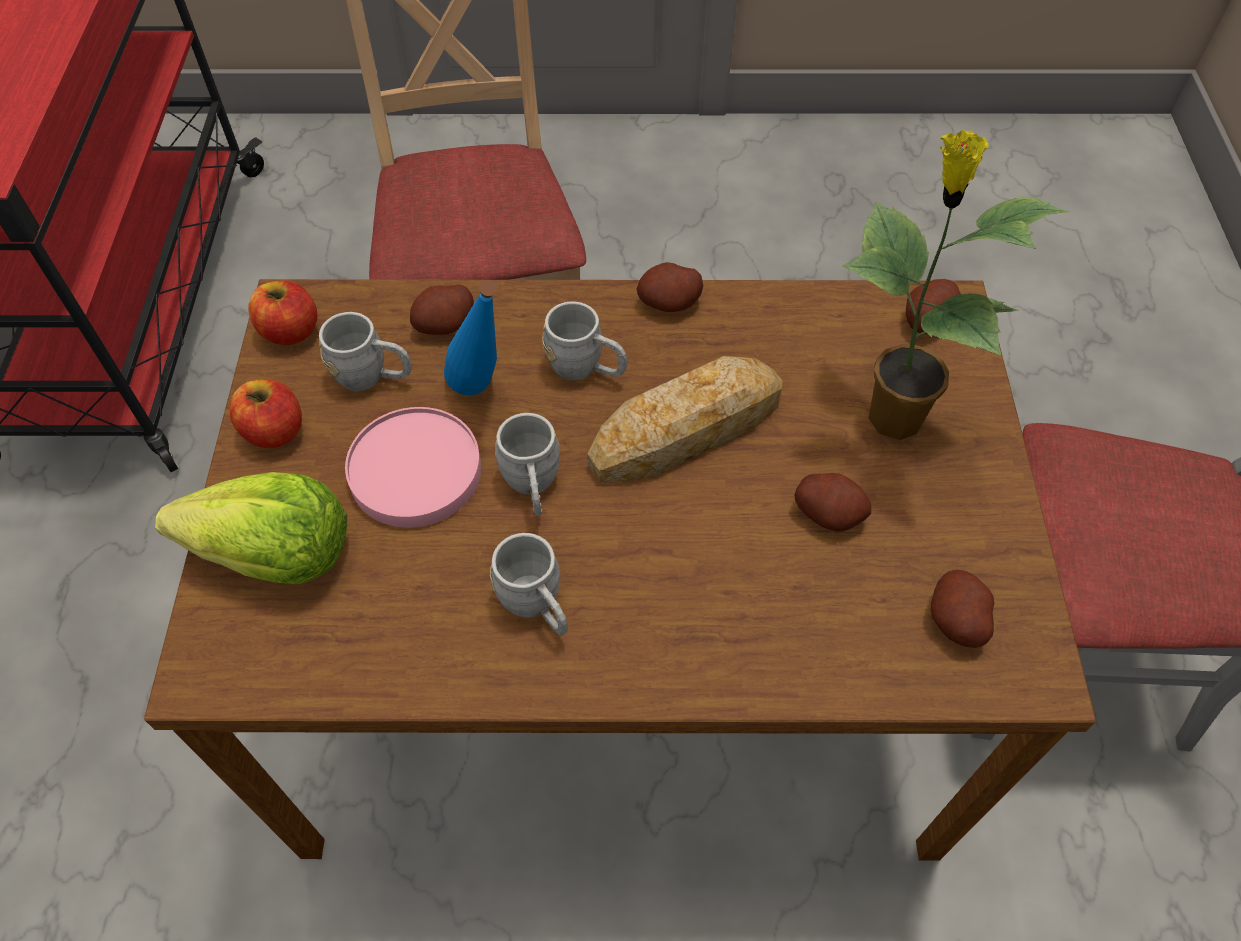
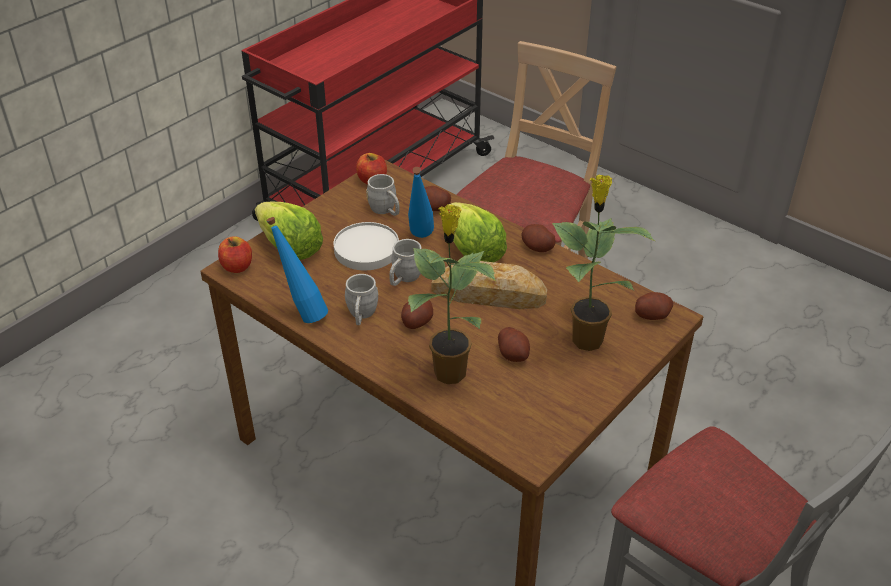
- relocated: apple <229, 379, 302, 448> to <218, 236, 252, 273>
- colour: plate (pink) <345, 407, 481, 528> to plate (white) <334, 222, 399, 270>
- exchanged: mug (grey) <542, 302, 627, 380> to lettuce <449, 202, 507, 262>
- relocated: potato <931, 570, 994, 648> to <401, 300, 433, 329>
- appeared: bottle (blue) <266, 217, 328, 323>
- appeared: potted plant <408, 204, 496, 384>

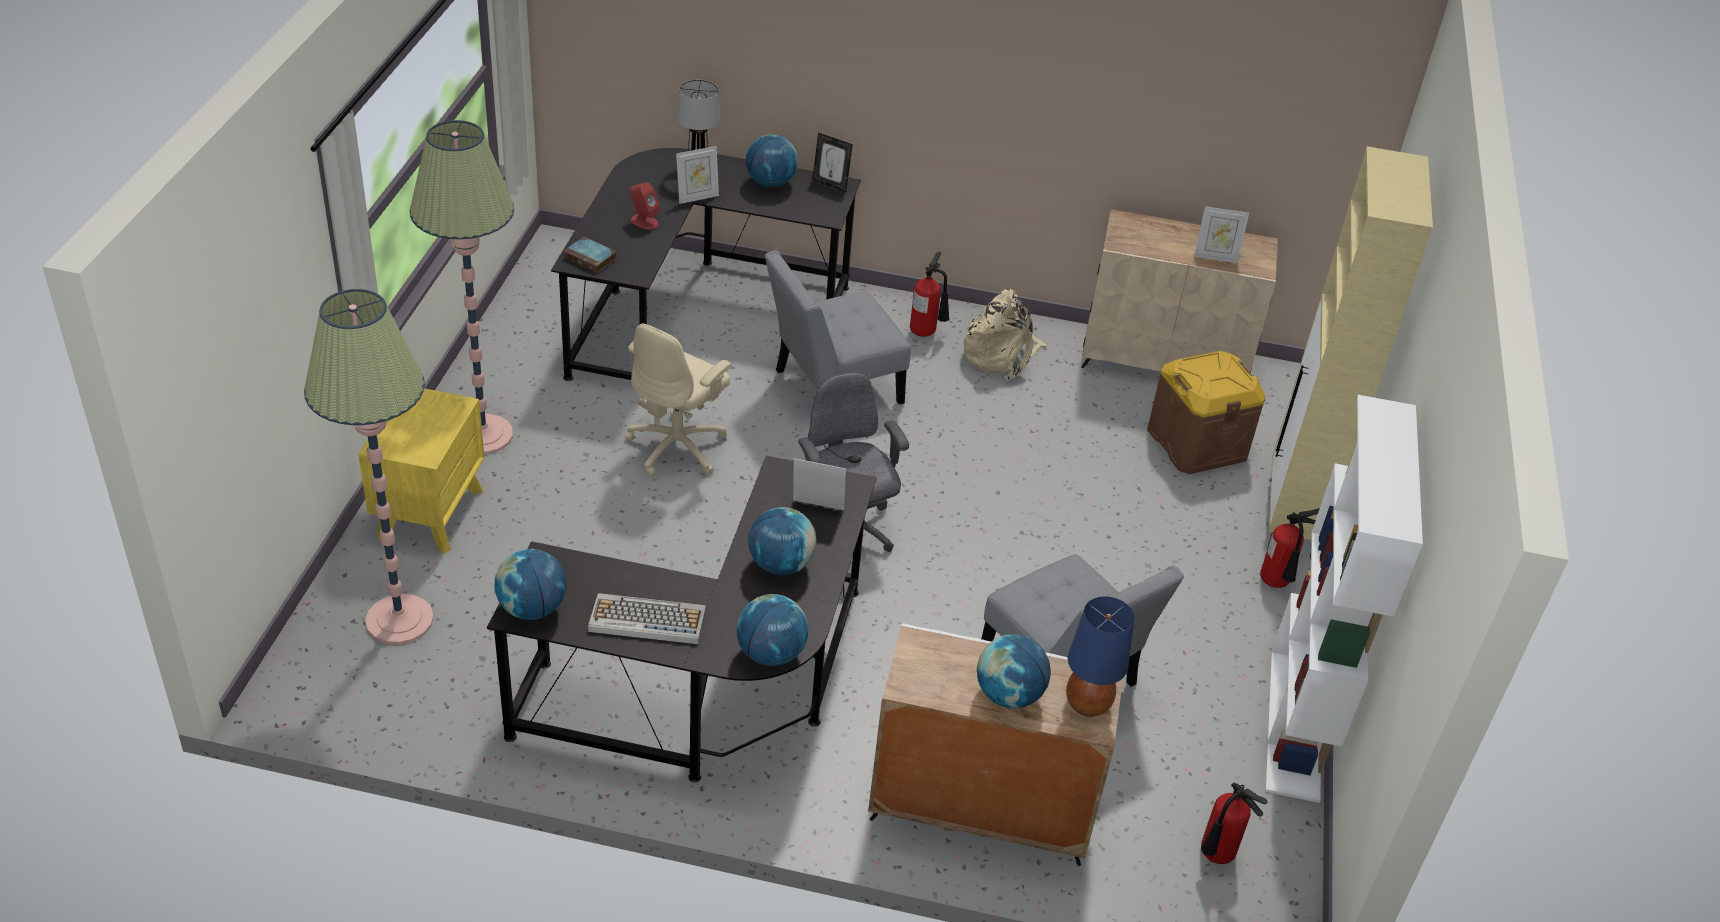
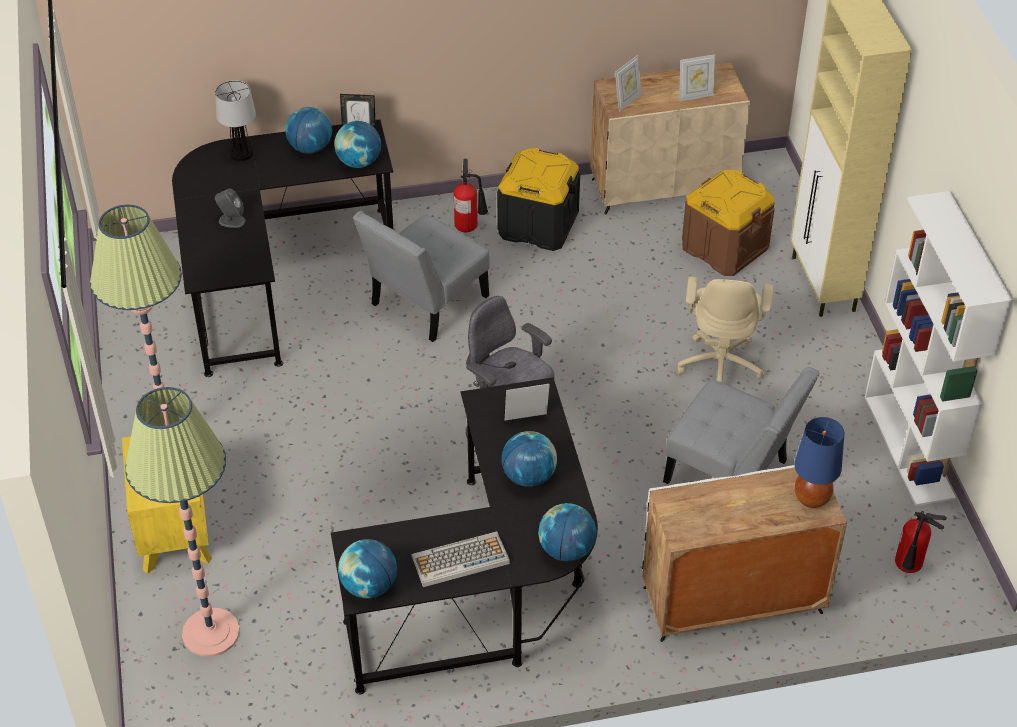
- missing: book <563, 237, 617, 273>
- relocated: office chair (beige) <625, 324, 732, 477> to <677, 277, 773, 383>
- colour: speaker (red) <630, 182, 660, 230> to speaker (grey) <215, 189, 245, 228>
- relocated: picture frame <676, 146, 719, 204> to <615, 55, 642, 112>
- exchanged: backpack (beige) <964, 289, 1048, 380> to storage box (black) <497, 148, 580, 251>
- relocated: globe <977, 634, 1051, 709> to <334, 121, 381, 168>
- missing: fire extinguisher <1260, 508, 1320, 588>

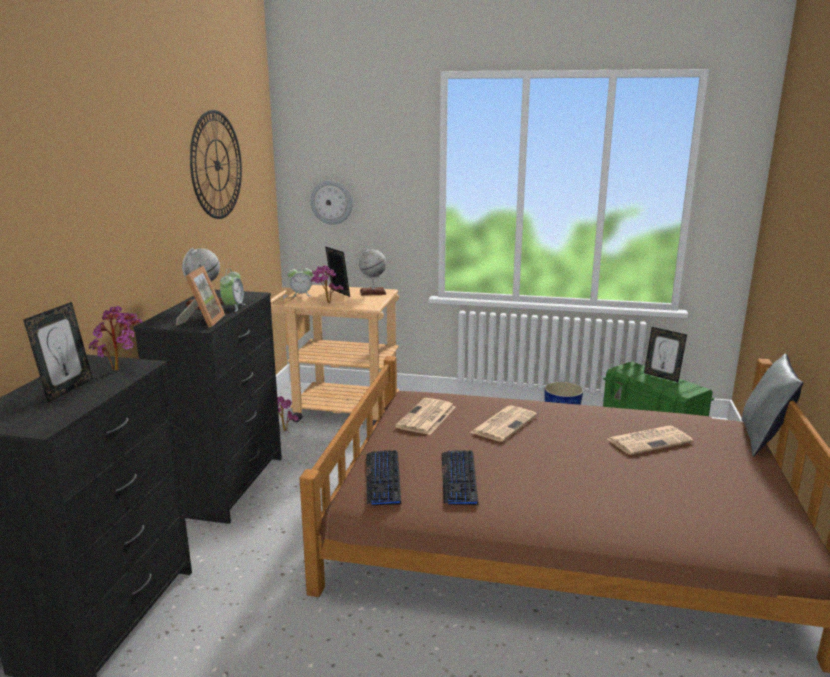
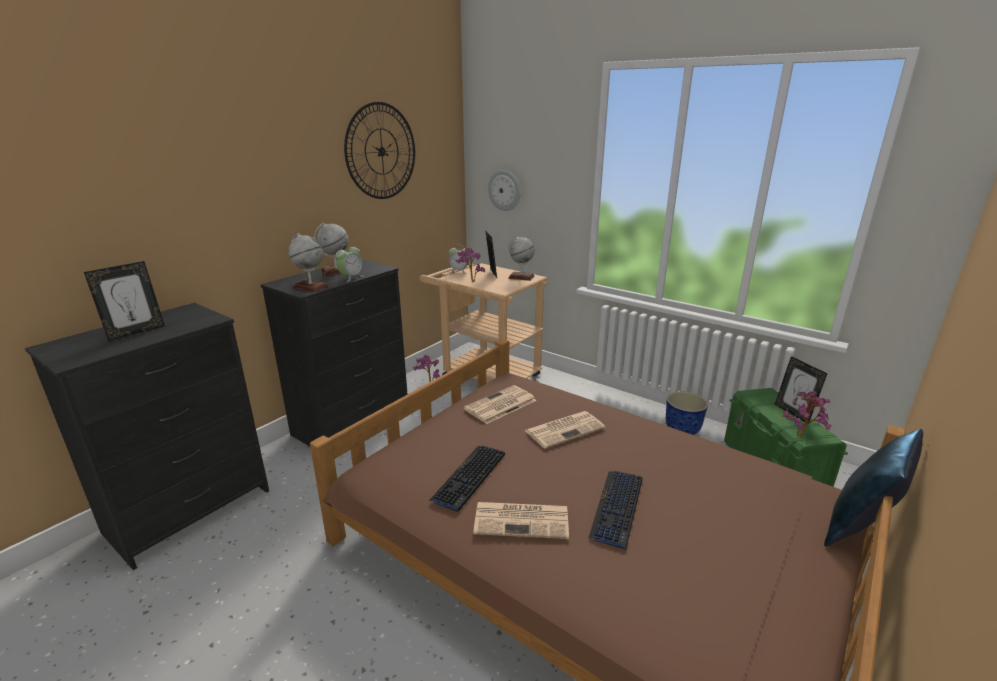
- relocated: potted plant <89, 306, 142, 371> to <782, 391, 831, 437>
- exchanged: picture frame <176, 266, 225, 328> to globe <288, 233, 330, 293>
- relocated: keyboard <366, 450, 401, 505> to <589, 471, 642, 550>
- relocated: newspaper <608, 426, 693, 455> to <473, 502, 569, 539>
- colour: pillow (grey) <741, 353, 803, 456> to pillow (blue) <824, 429, 923, 547>

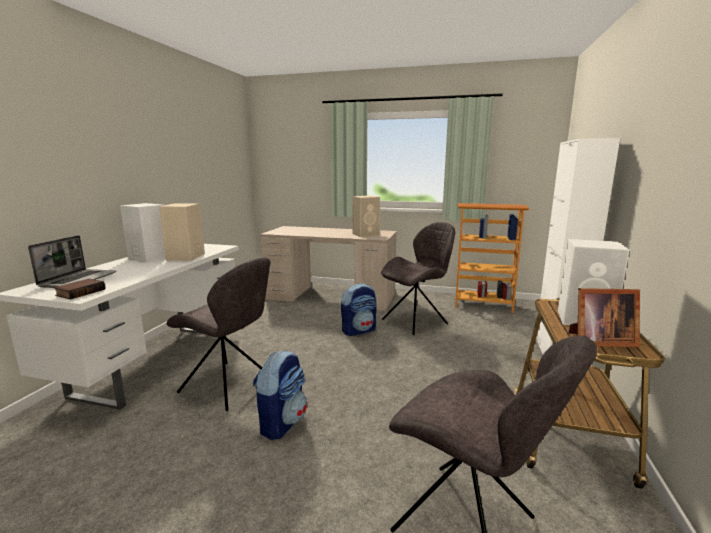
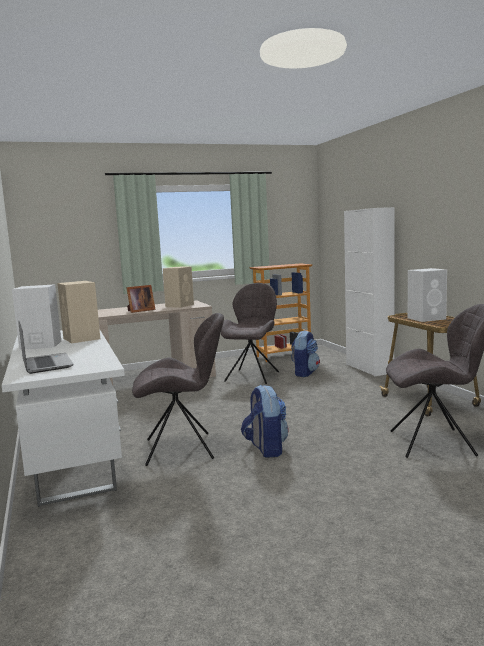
- missing: book <54, 279, 105, 299>
- relocated: backpack <341, 283, 377, 336> to <291, 330, 320, 377>
- relocated: picture frame <569, 288, 640, 348> to <127, 285, 156, 313>

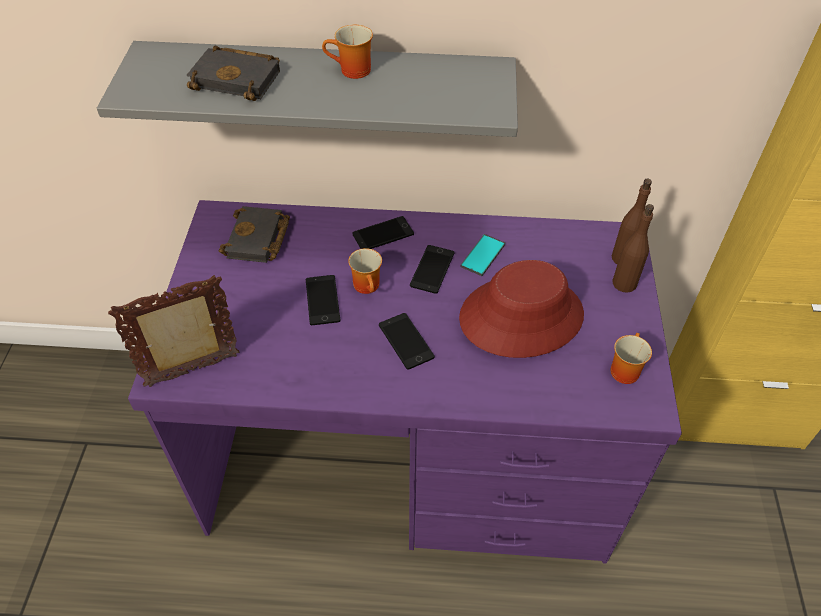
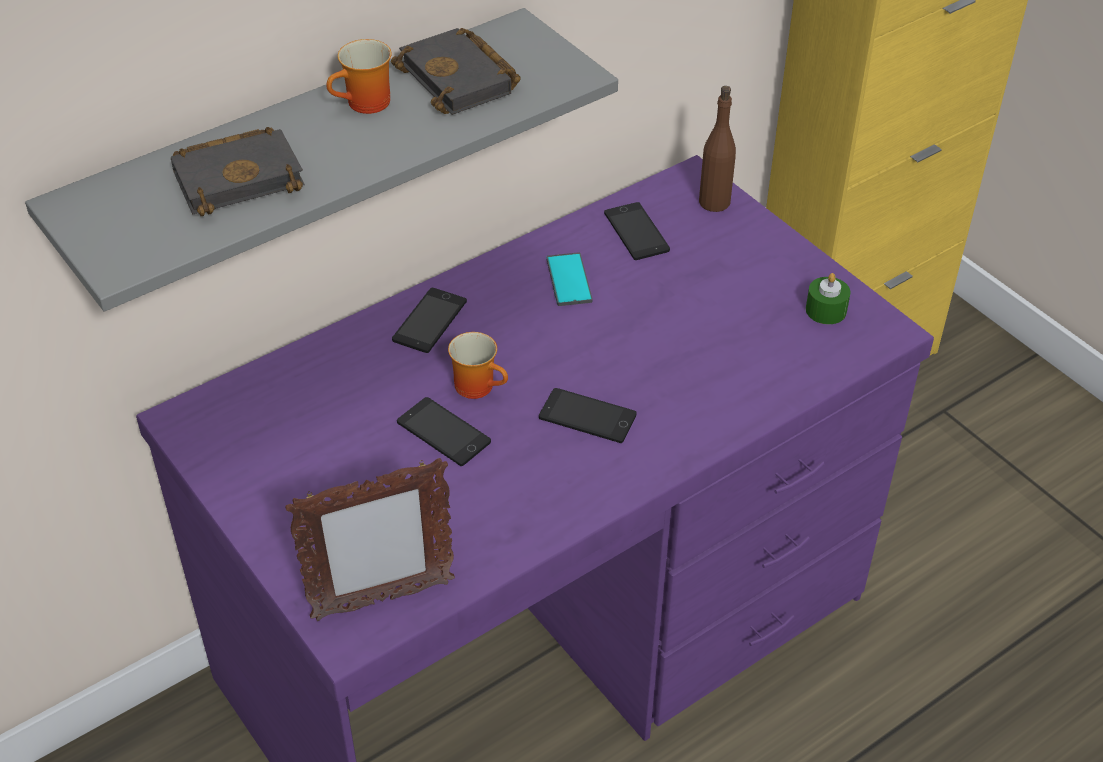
- spun: picture frame <108, 275, 239, 387> = <285, 458, 455, 621> 135 degrees counterclockwise
- relocated: book (black) <219, 206, 290, 263> to <391, 28, 521, 115>
- relocated: phone <410, 245, 455, 294> to <604, 202, 670, 260>
- missing: hat (red) <459, 260, 584, 358>
- exchanged: mug <611, 333, 652, 384> to candle (green) <806, 273, 850, 324>
- missing: bottle (brown) <612, 204, 654, 293>

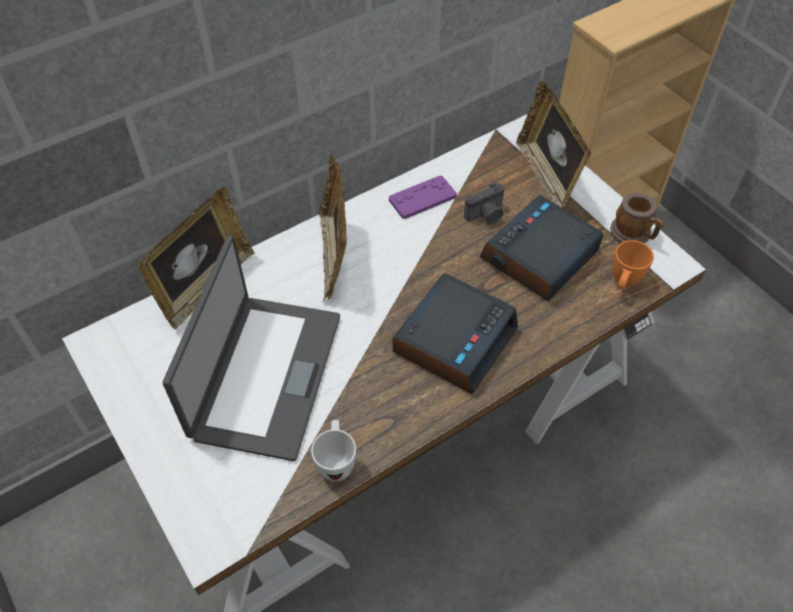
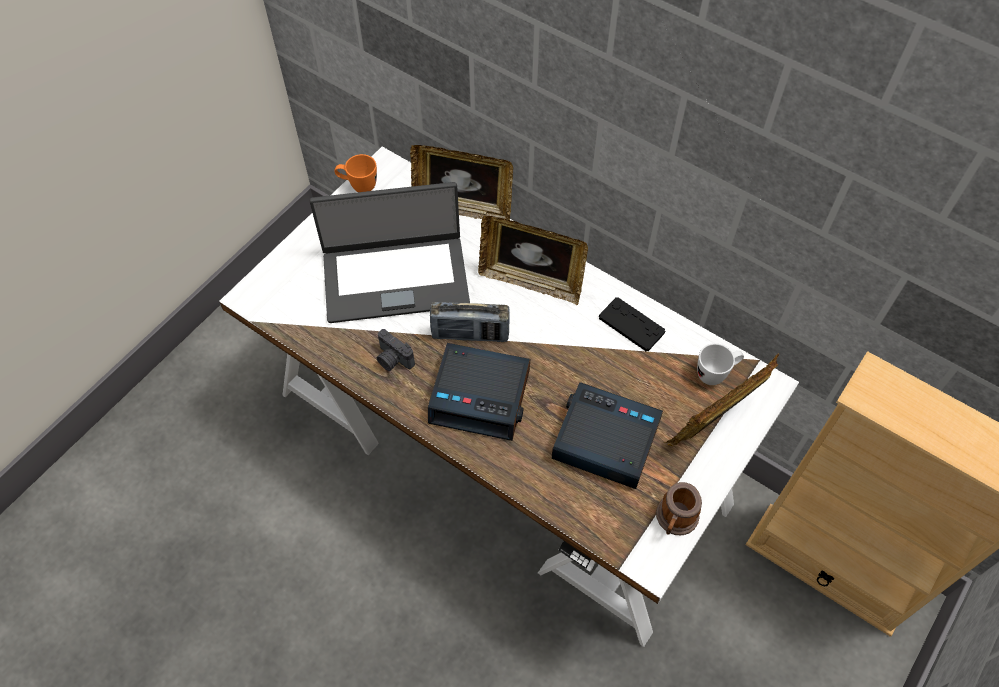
- relocated: mug (white) <311, 420, 356, 481> to <697, 343, 744, 385>
- spun: picture frame <319, 155, 347, 302> = <478, 215, 588, 305> 135 degrees counterclockwise
- colour: game controller (purple) <389, 176, 457, 219> to game controller (black) <599, 298, 665, 351>
- relocated: photo camera <464, 183, 504, 224> to <377, 329, 415, 371>
- relocated: mug (orange) <613, 240, 654, 290> to <334, 154, 377, 192>
- appeared: radio <430, 302, 510, 342>

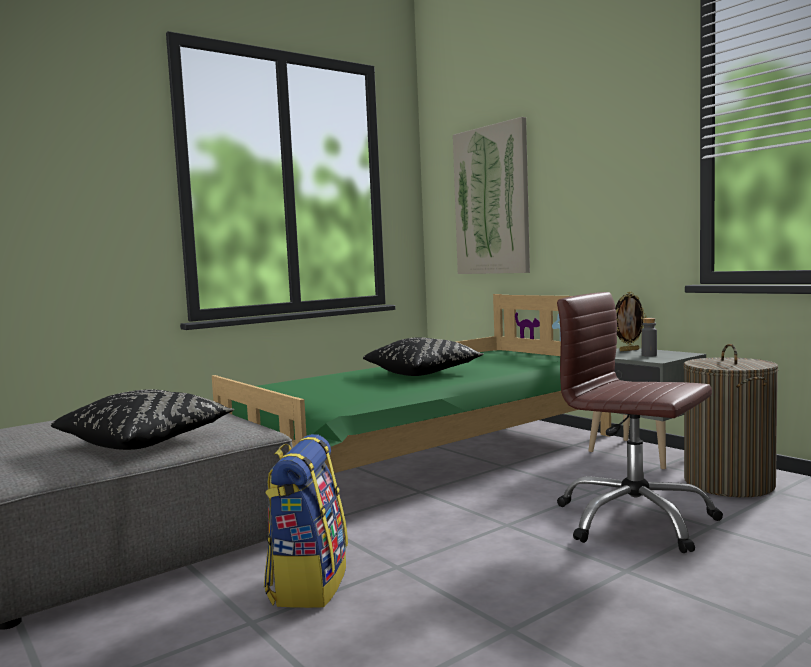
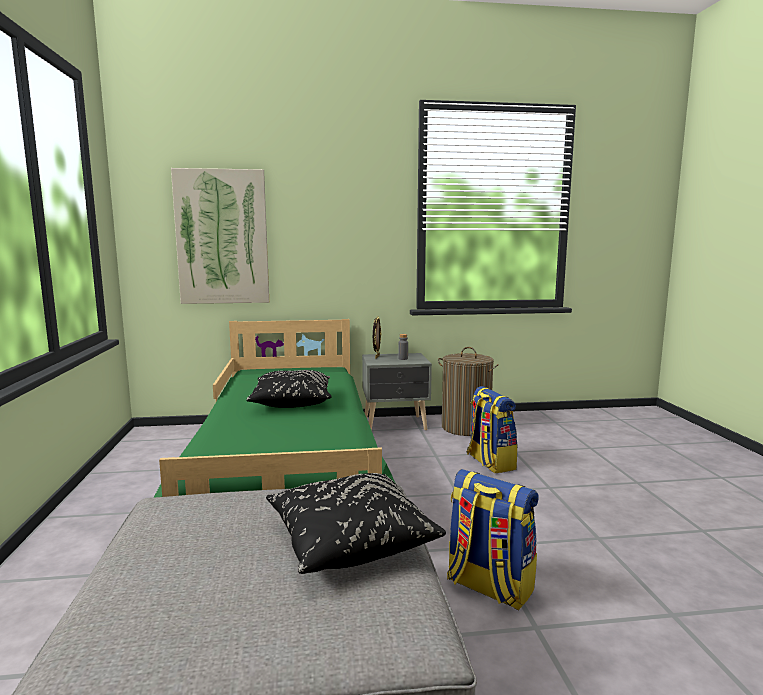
- exchanged: office chair (brown) <557, 292, 723, 553> to backpack <467, 386, 518, 473>

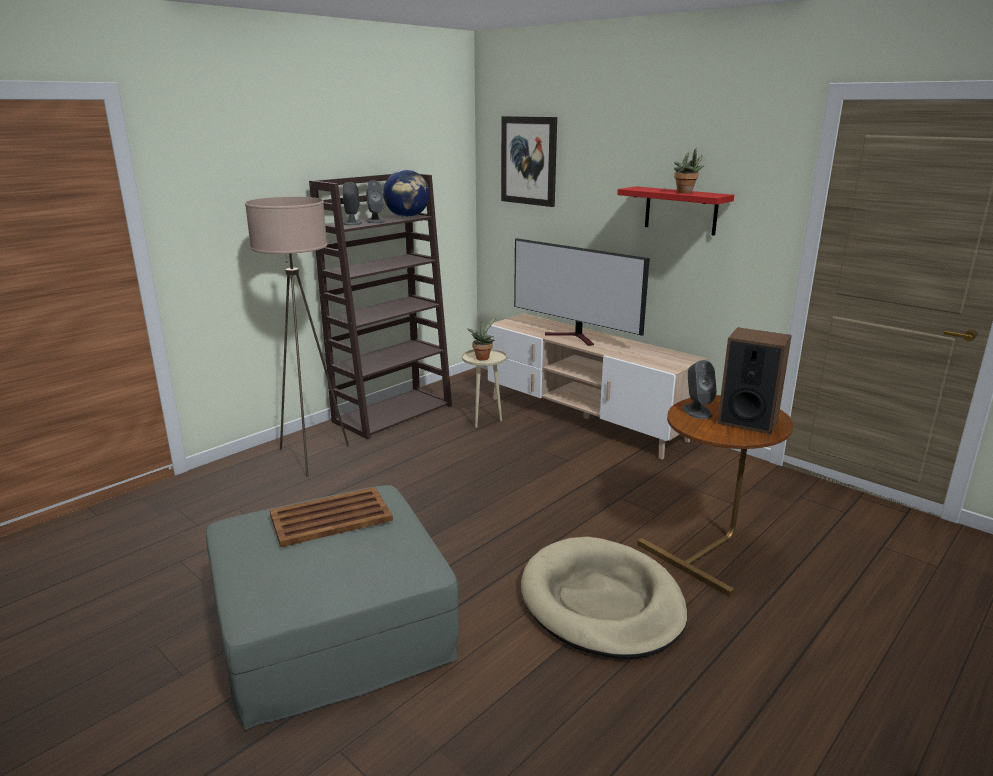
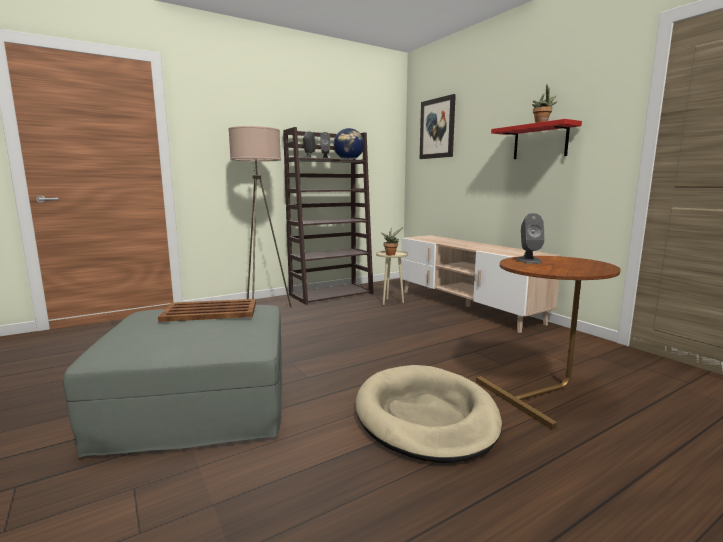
- missing: television <514, 238, 650, 346>
- missing: speaker <717, 327, 792, 434>

